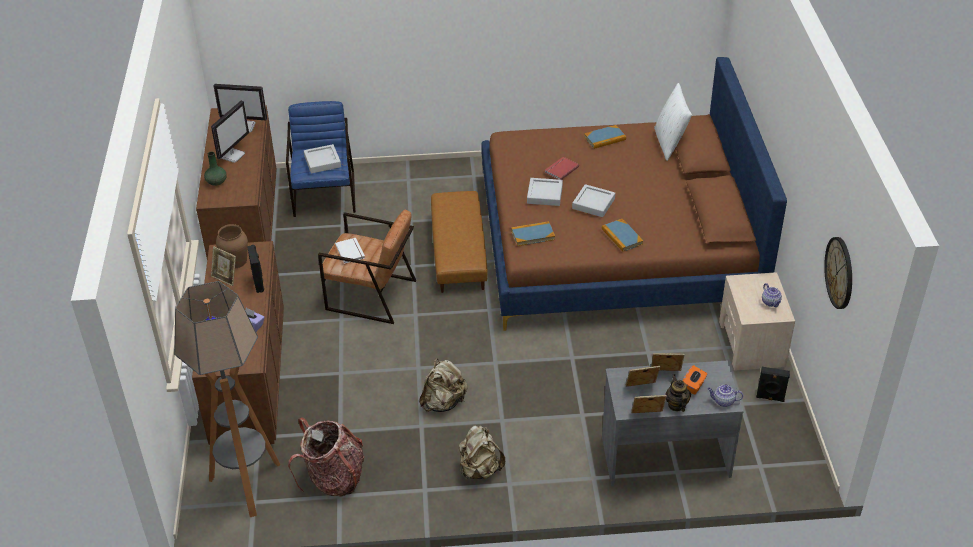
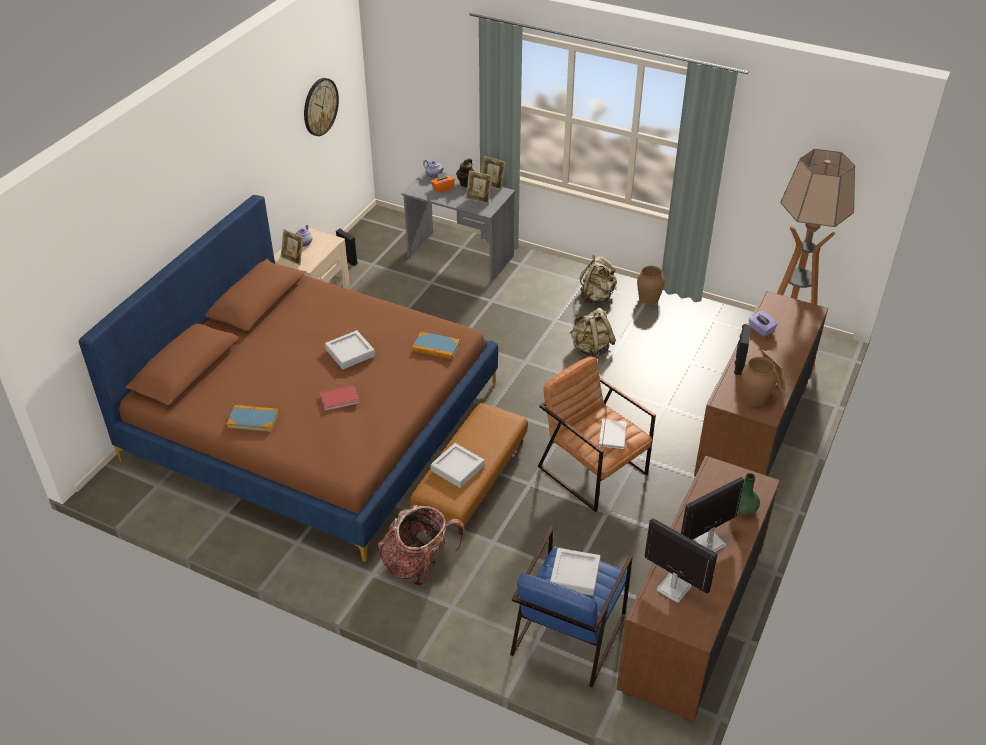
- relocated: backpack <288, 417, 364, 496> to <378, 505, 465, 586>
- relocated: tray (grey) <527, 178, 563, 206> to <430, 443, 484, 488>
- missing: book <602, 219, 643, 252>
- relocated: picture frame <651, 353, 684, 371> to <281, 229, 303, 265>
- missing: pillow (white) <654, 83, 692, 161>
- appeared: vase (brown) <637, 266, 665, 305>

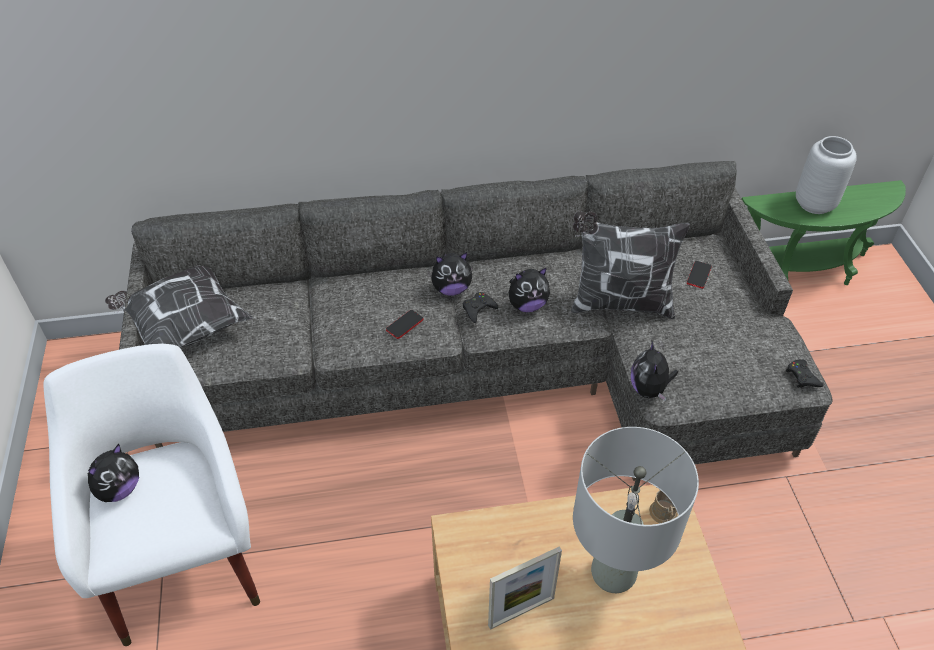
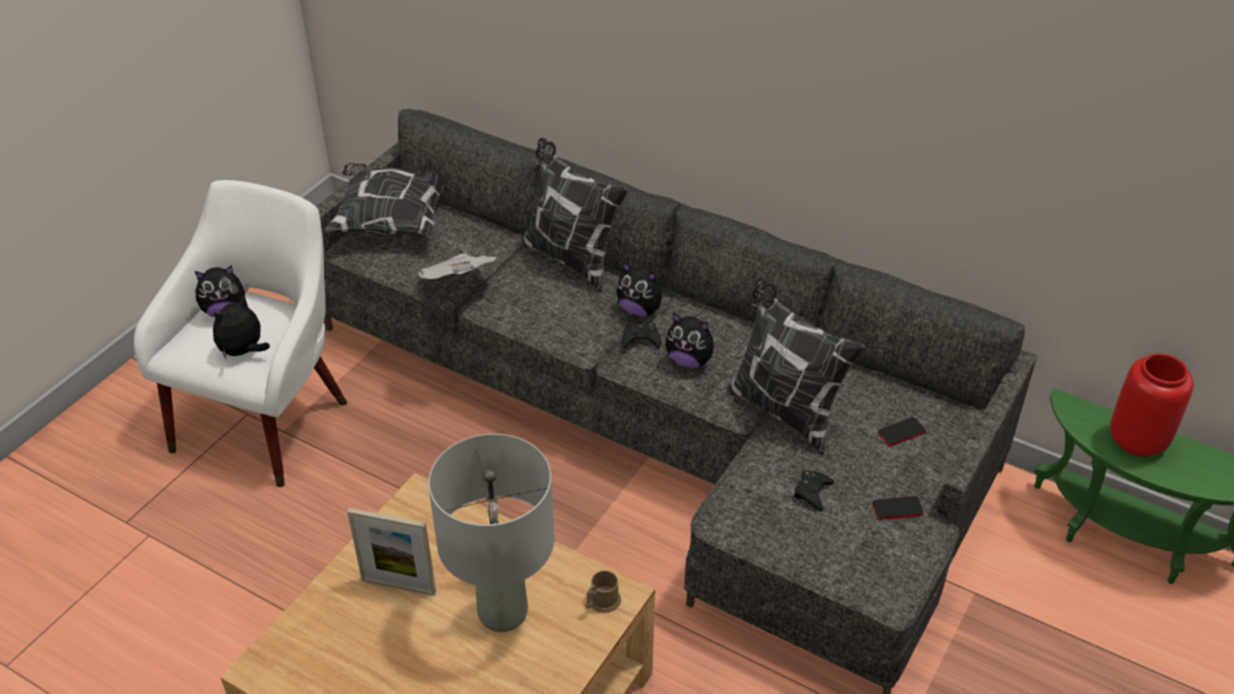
- relocated: phone <386, 310, 423, 339> to <872, 496, 924, 520>
- relocated: plush toy <631, 341, 678, 401> to <213, 294, 270, 359>
- relocated: game controller (black) <786, 359, 824, 388> to <794, 470, 834, 511>
- colour: vase (grey) <796, 136, 857, 214> to vase (red) <1110, 353, 1194, 456>
- appeared: newspaper <418, 254, 496, 279>
- appeared: pillow <521, 137, 628, 293>

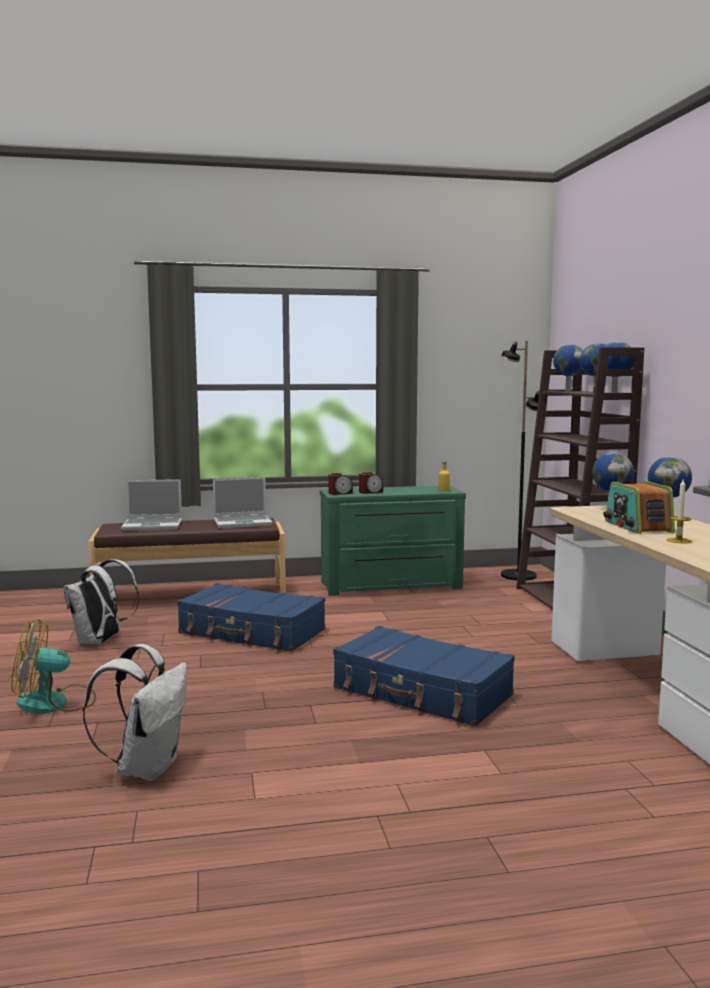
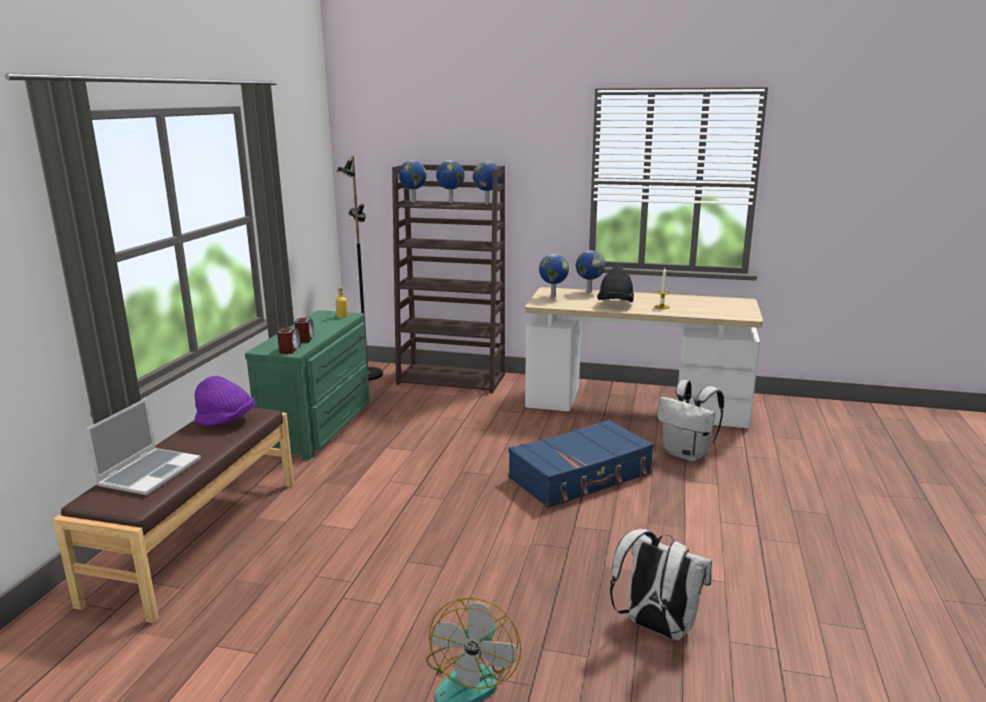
- relocated: backpack (white) <63, 559, 139, 645> to <657, 380, 724, 461>
- missing: suitcase (blue) <177, 583, 325, 652>
- exchanged: laptop <213, 477, 273, 528> to hat (purple) <195, 376, 255, 426>
- exchanged: radio <603, 481, 675, 534> to hat (black) <597, 267, 634, 302>

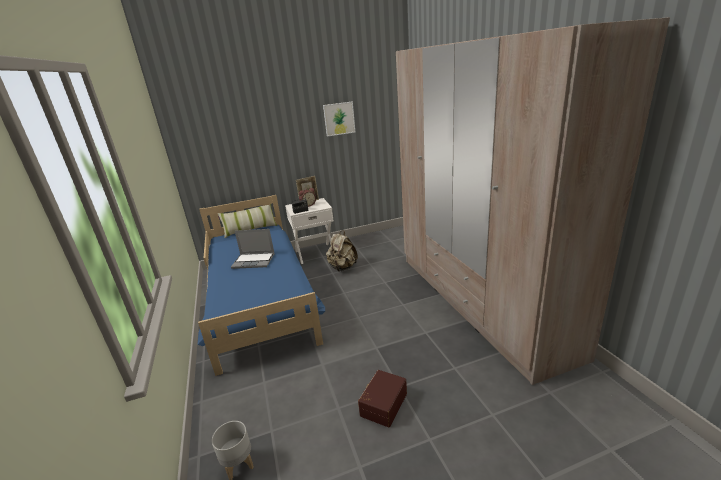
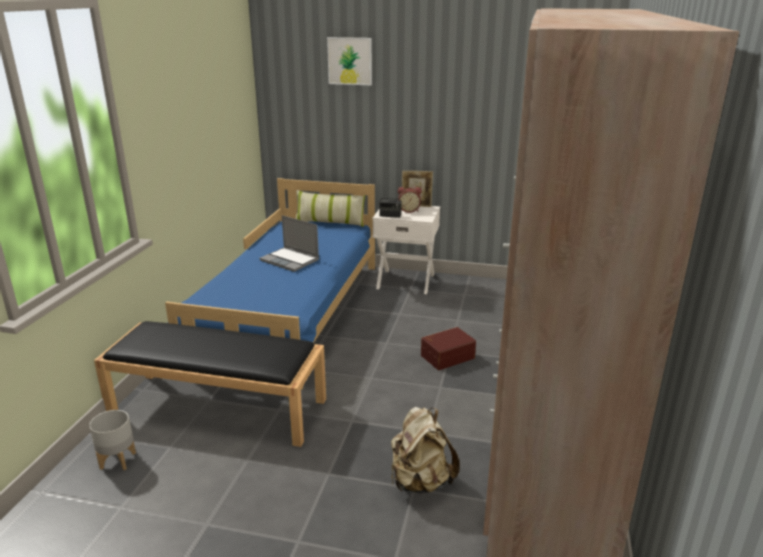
- relocated: picture <323, 102, 355, 137> to <327, 37, 372, 85>
- relocated: backpack (beige) <326, 230, 358, 271> to <391, 407, 460, 494>
- relocated: storage box (brown) <358, 370, 407, 428> to <421, 327, 476, 370>
- appeared: bench (black) <94, 321, 326, 447>

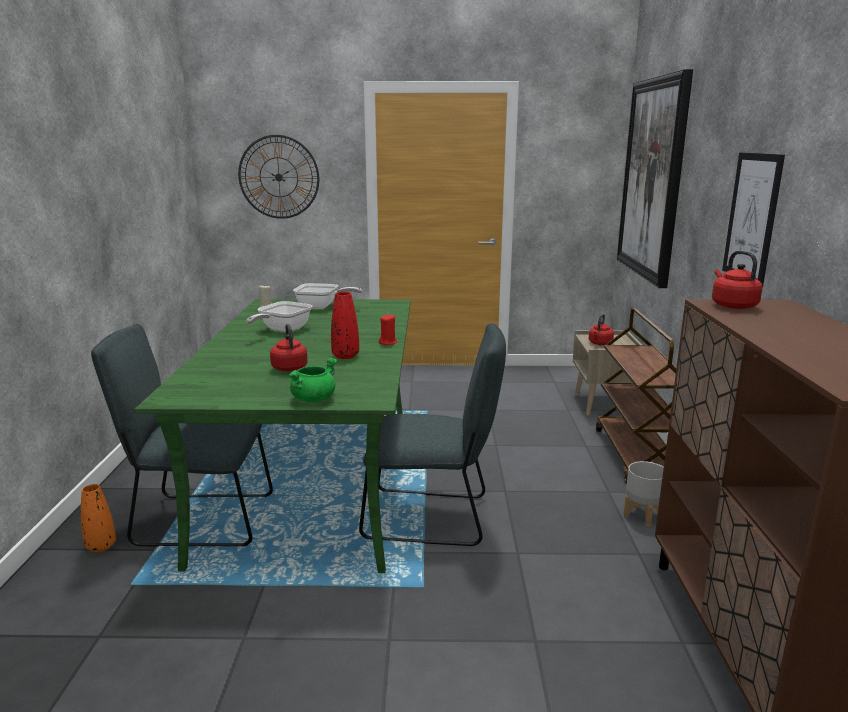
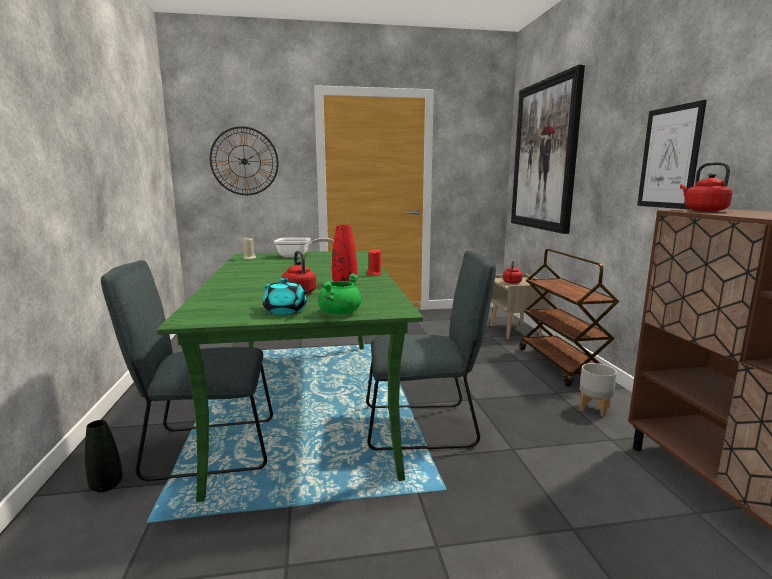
- colour: vase (orange) <81, 484, 116, 552> to vase (black) <85, 420, 123, 492>
- missing: frying pan <247, 301, 312, 332>
- appeared: teapot (turquoise) <263, 278, 308, 315>

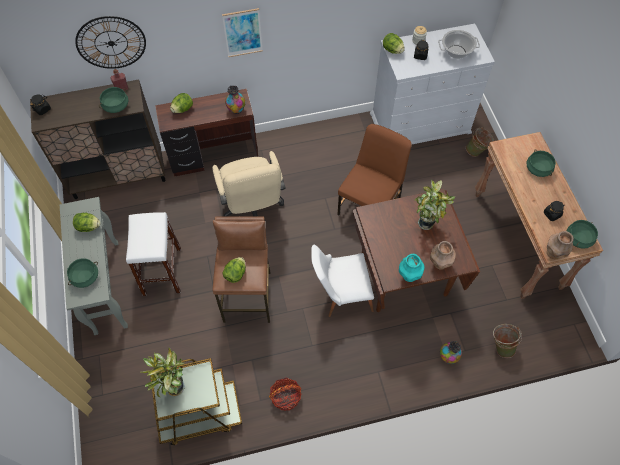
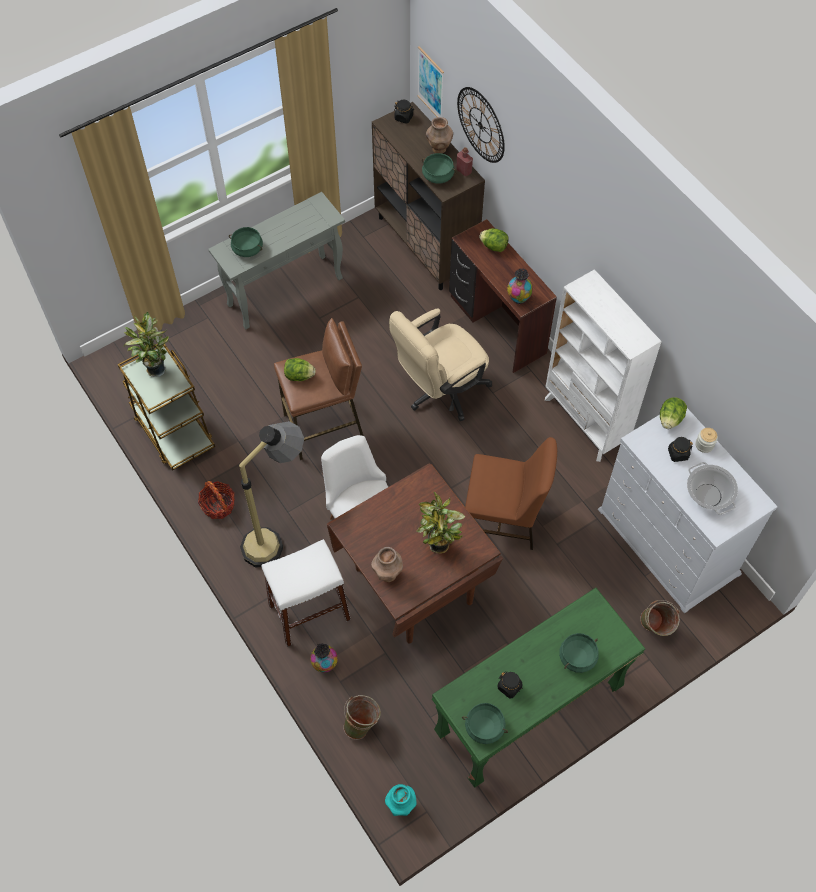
- missing: lettuce <73, 213, 101, 232>
- relocated: stool (white) <126, 212, 181, 296> to <261, 539, 351, 647>
- relocated: picture <222, 8, 263, 57> to <417, 46, 444, 117>
- relocated: vase (turquoise) <399, 254, 425, 282> to <385, 784, 417, 816>
- colour: console table (brown) <475, 132, 603, 299> to console table (green) <432, 588, 645, 788>
- relocated: vase (brown) <547, 231, 574, 259> to <426, 117, 453, 154>
- appeared: floor lamp <239, 421, 304, 567>
- appeared: bookcase (white) <545, 269, 662, 462>

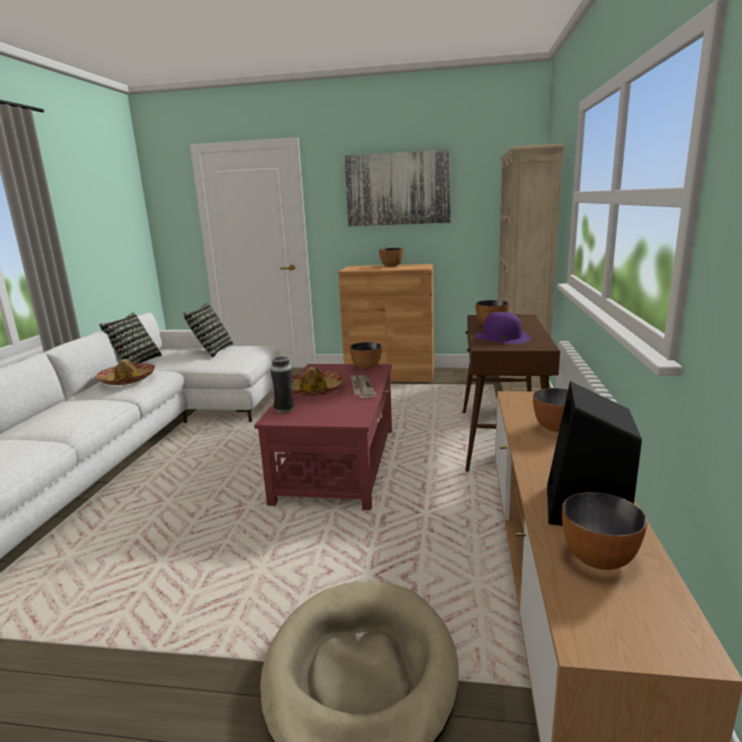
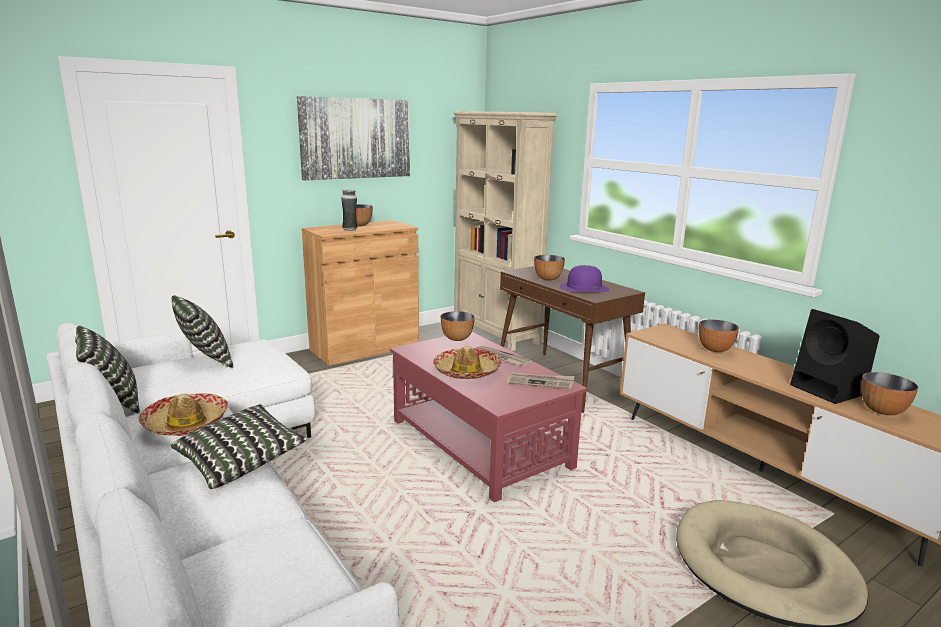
- relocated: vase <270, 356, 295, 413> to <341, 189, 357, 231>
- appeared: pillow <171, 404, 307, 489>
- appeared: newspaper <507, 373, 575, 389>

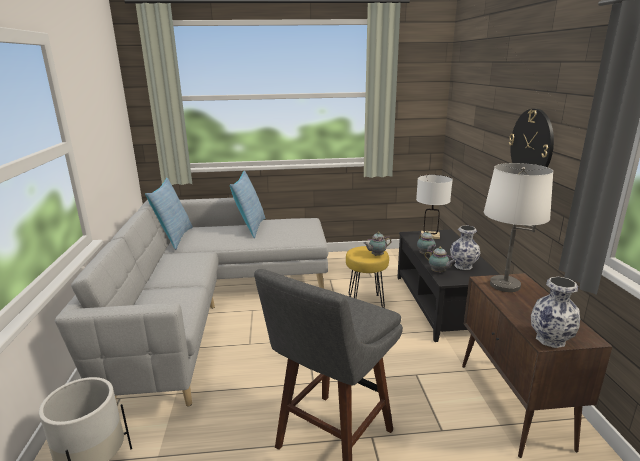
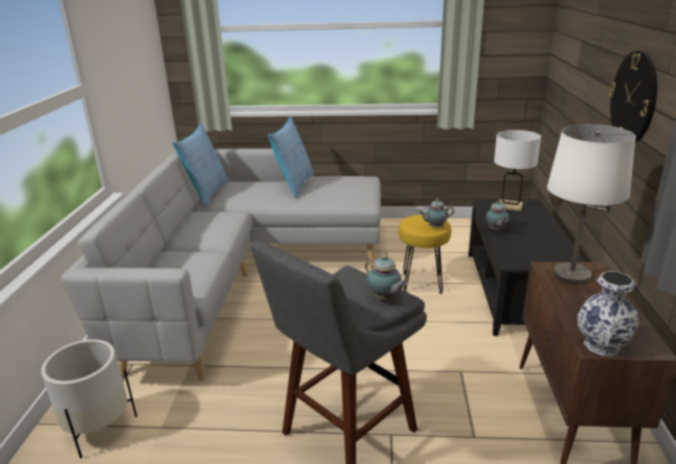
- relocated: teapot <425, 246, 456, 273> to <365, 255, 408, 300>
- missing: vase <450, 226, 480, 270>

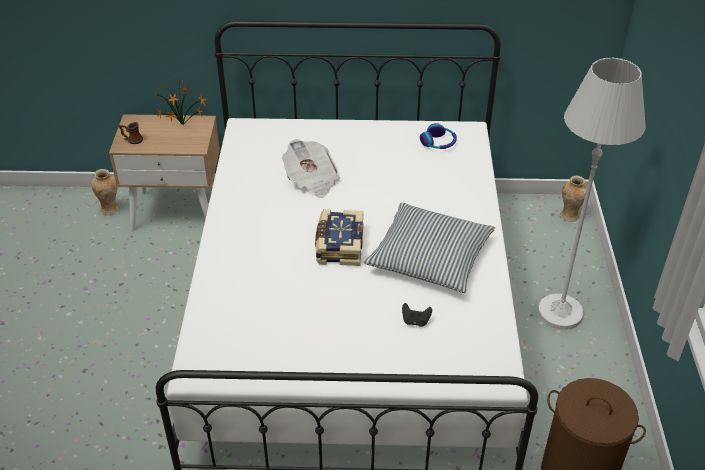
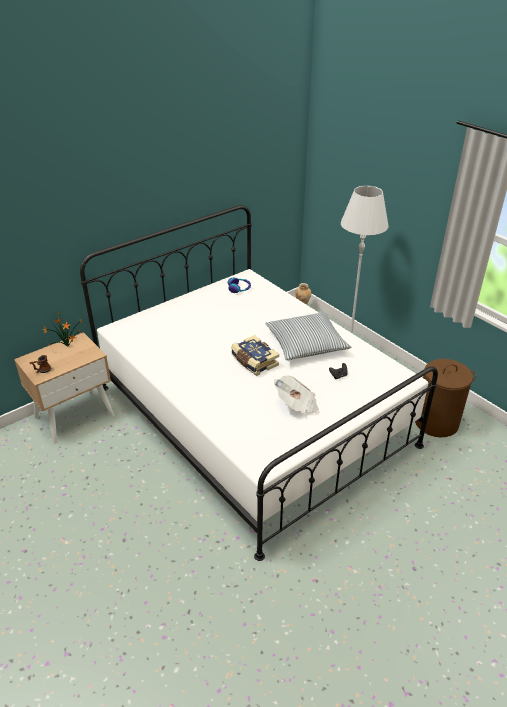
- missing: vase <91, 169, 119, 215>
- relocated: newspaper <282, 139, 340, 198> to <274, 376, 320, 414>

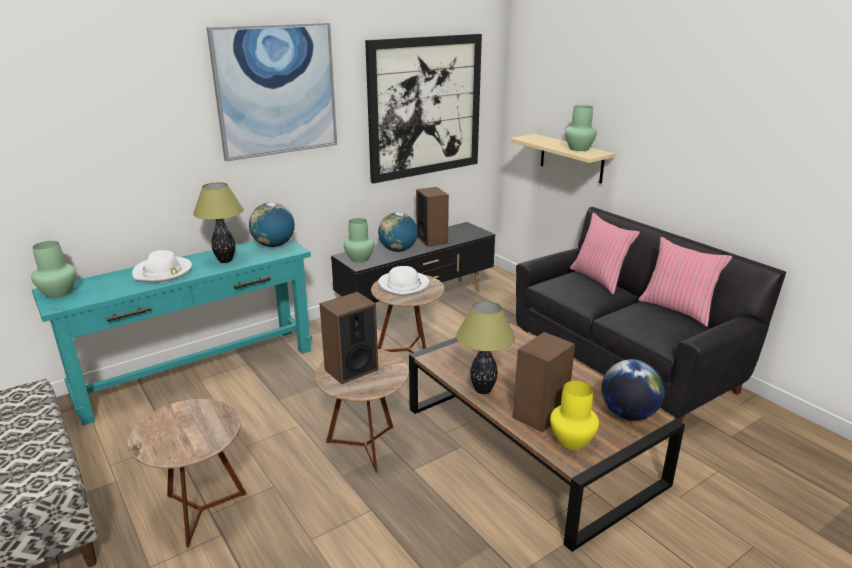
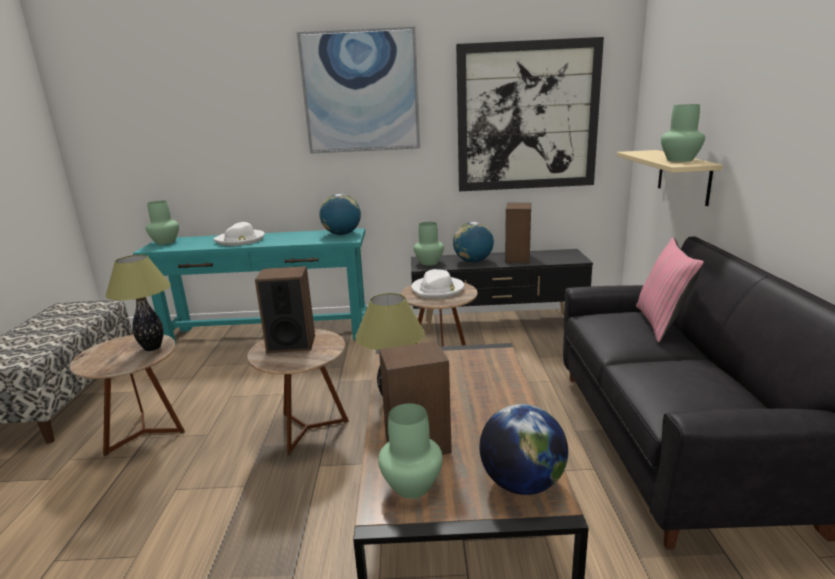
- relocated: table lamp <193, 182, 244, 263> to <106, 255, 171, 351>
- colour: vase (yellow) <550, 381, 599, 450> to vase (green) <378, 403, 443, 499>
- missing: pillow (pink) <639, 237, 732, 327>

